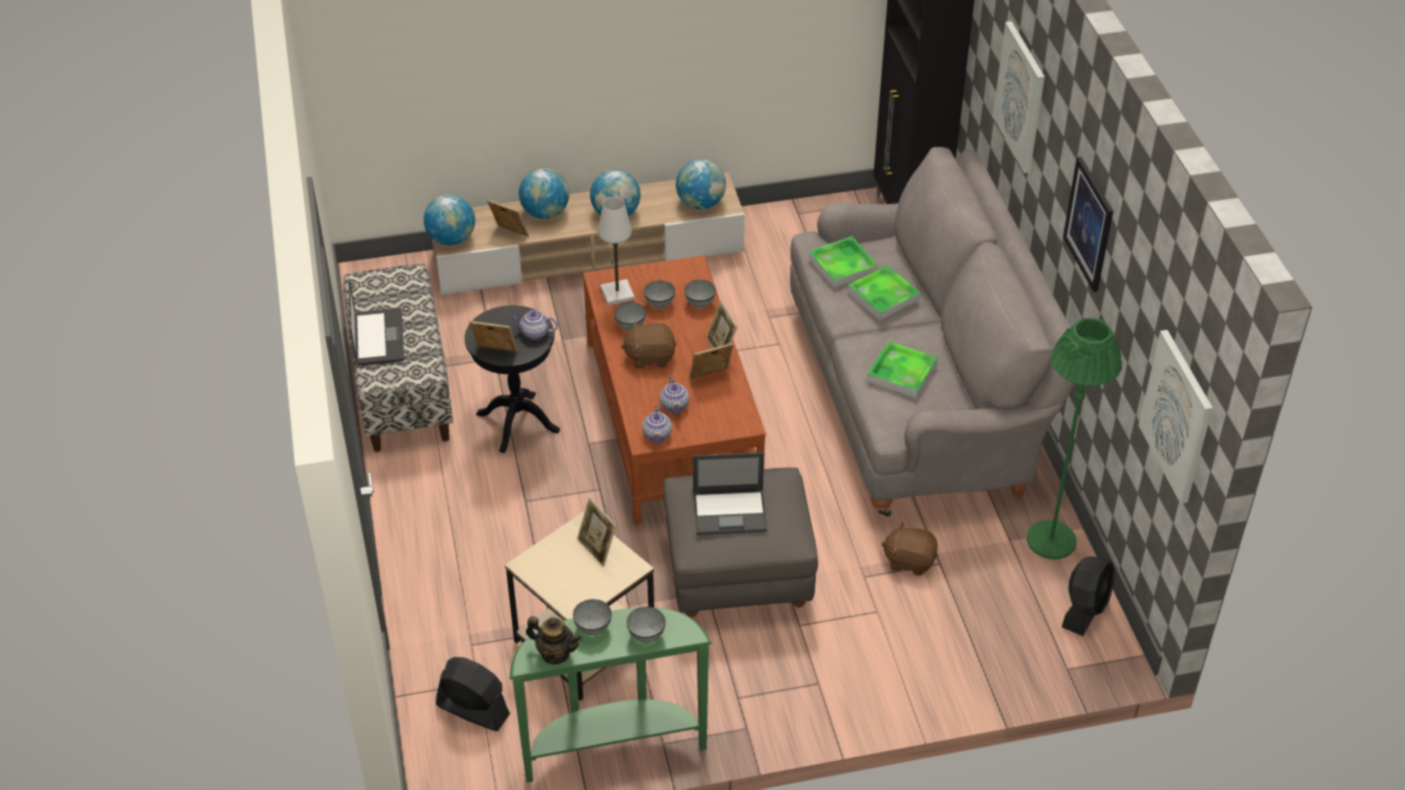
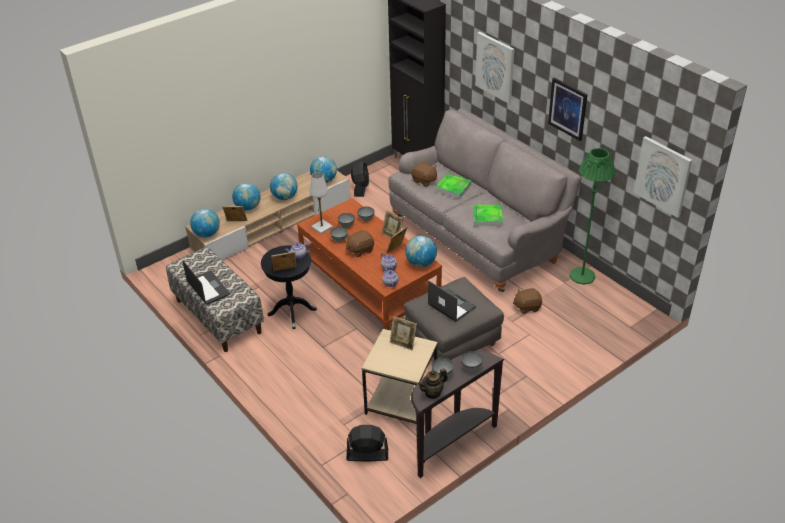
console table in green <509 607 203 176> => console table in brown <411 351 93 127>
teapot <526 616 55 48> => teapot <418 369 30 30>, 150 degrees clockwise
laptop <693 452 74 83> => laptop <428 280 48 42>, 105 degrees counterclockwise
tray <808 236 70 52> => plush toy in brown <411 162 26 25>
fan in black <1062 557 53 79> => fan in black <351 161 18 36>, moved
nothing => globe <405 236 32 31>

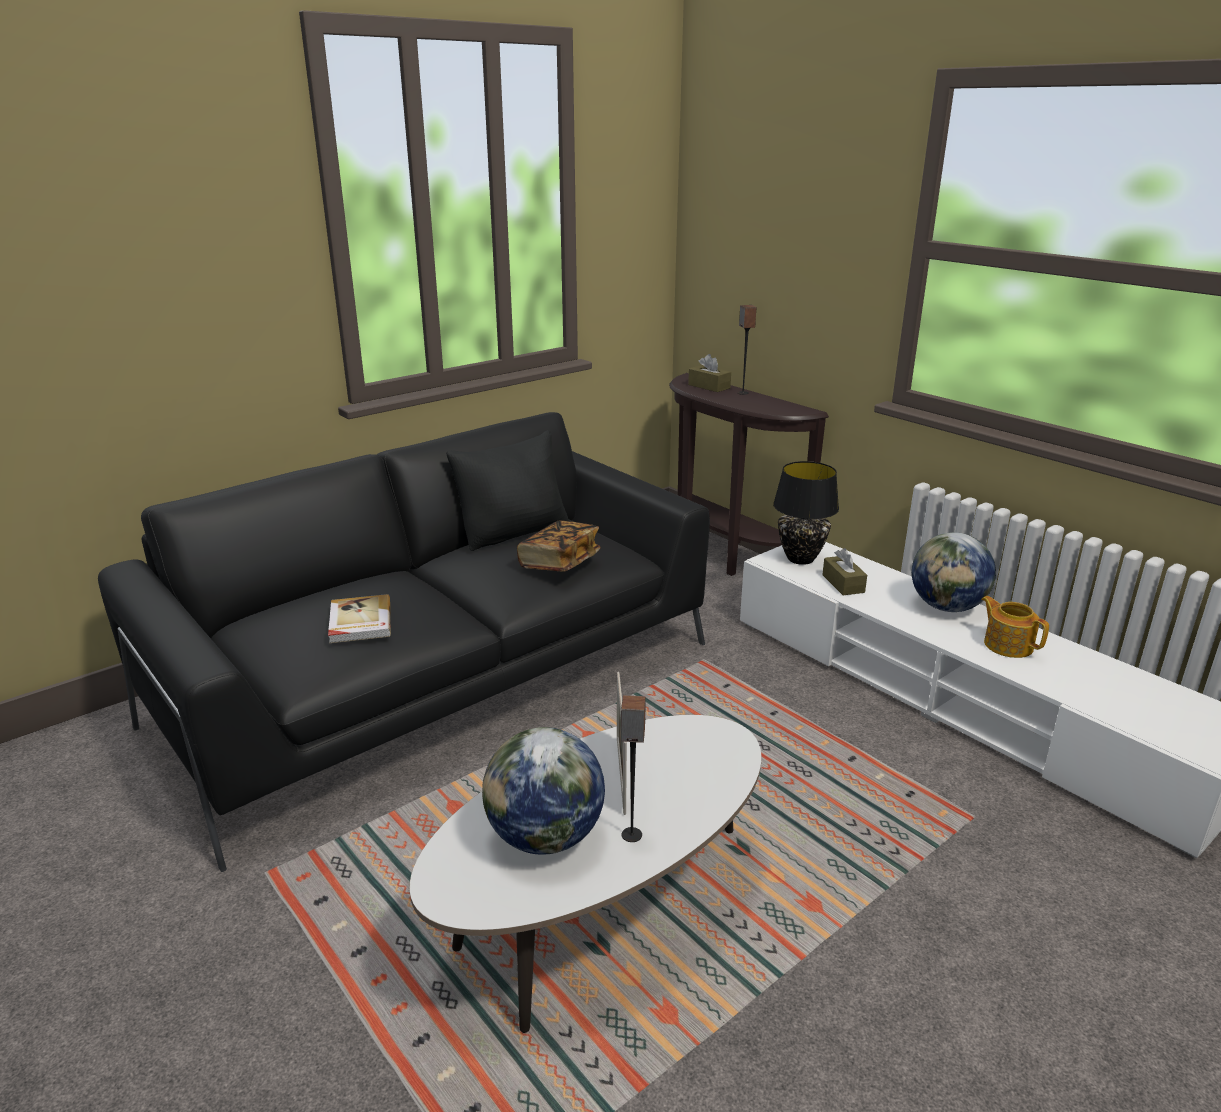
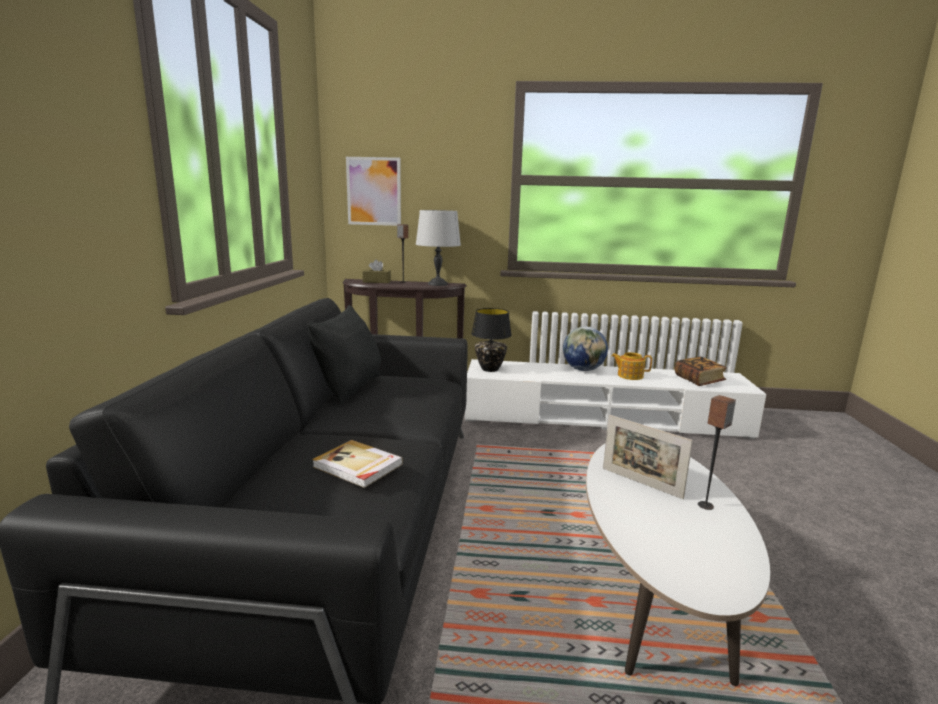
globe <482 727 123 128> => nothing
book <517 520 84 52> => book <675 357 52 29>, moved
tissue box in brown <822 548 45 47> => nothing
nothing => picture <346 157 55 69>
nothing => table lamp in grey <416 210 45 76>

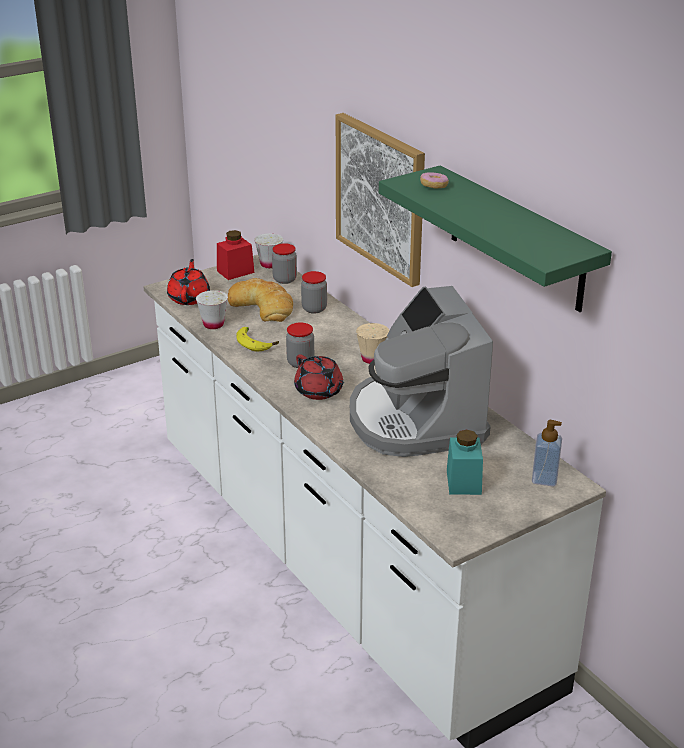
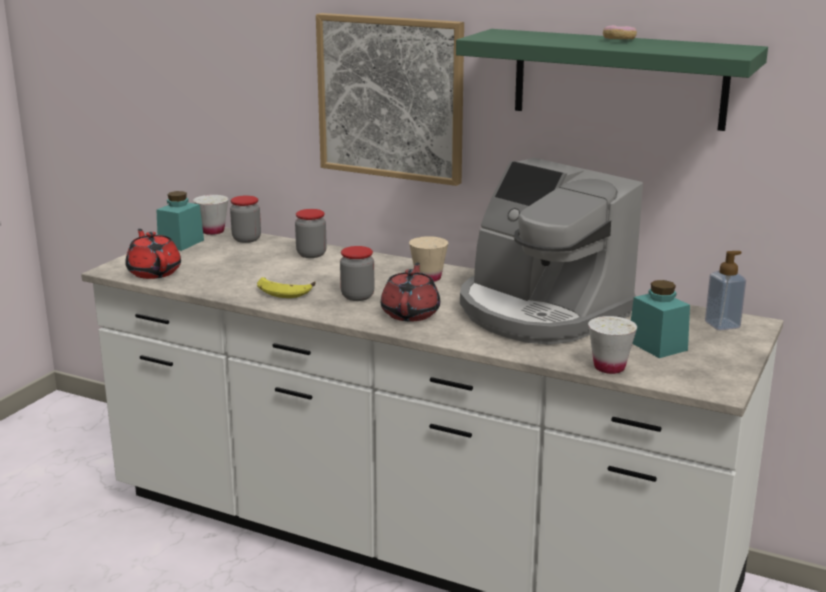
cup in white <196 290 32 39> => cup in white <588 316 49 58>, moved
jar in red <217 230 37 50> => jar in turquoise <156 191 48 60>
bread <228 278 65 44> => nothing
teapot in red <294 354 50 46> => teapot in red <381 263 59 58>, 105 degrees counterclockwise
donut <420 172 29 16> => donut <603 25 34 14>, moved

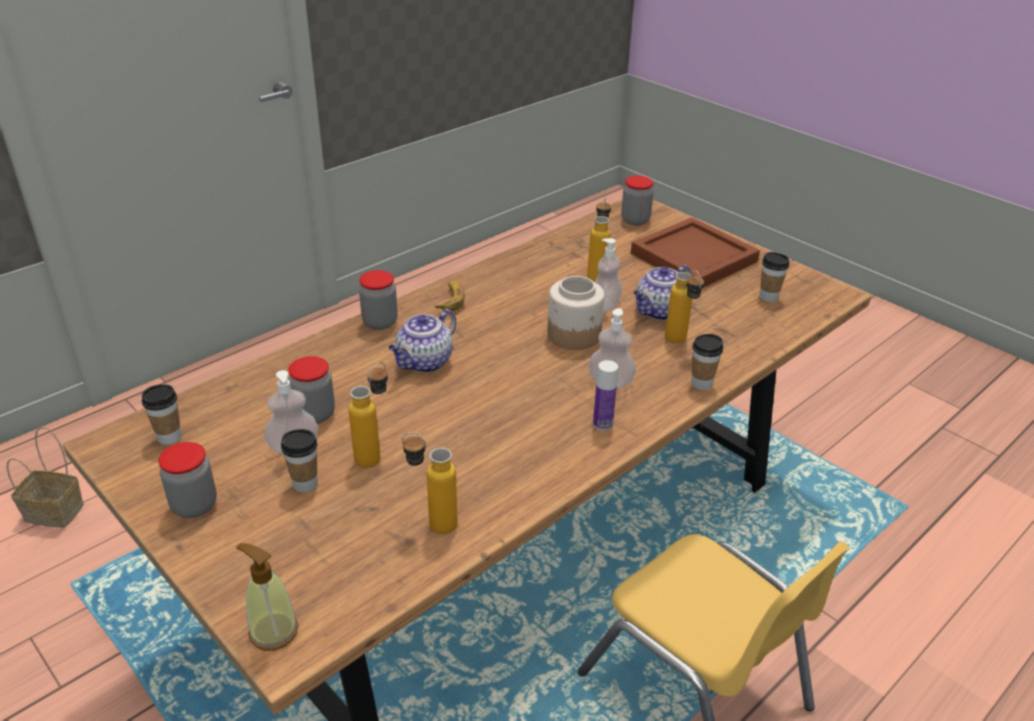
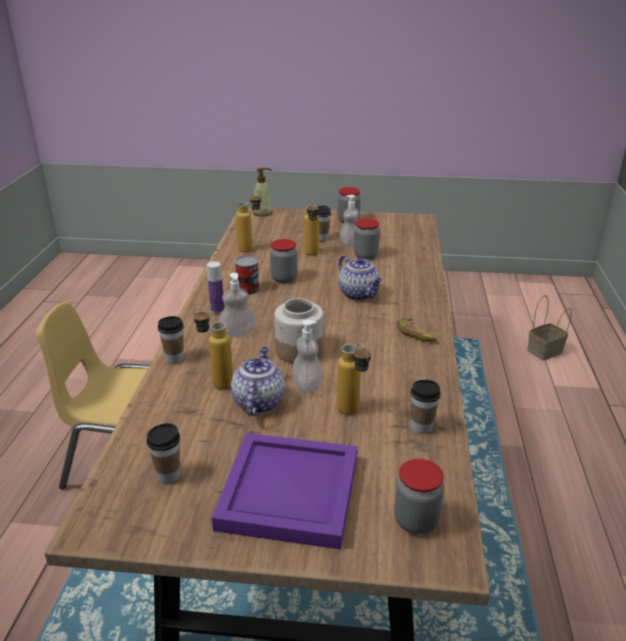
cup <142 384 39 61> => cup <411 380 30 54>, moved
jar <359 270 39 60> => jar <270 239 27 44>, moved
teapot <389 309 67 64> => teapot <339 255 43 45>, 150 degrees clockwise
tray in brown <631 217 129 70> => tray in purple <212 433 145 117>
nothing => can <235 256 25 39>

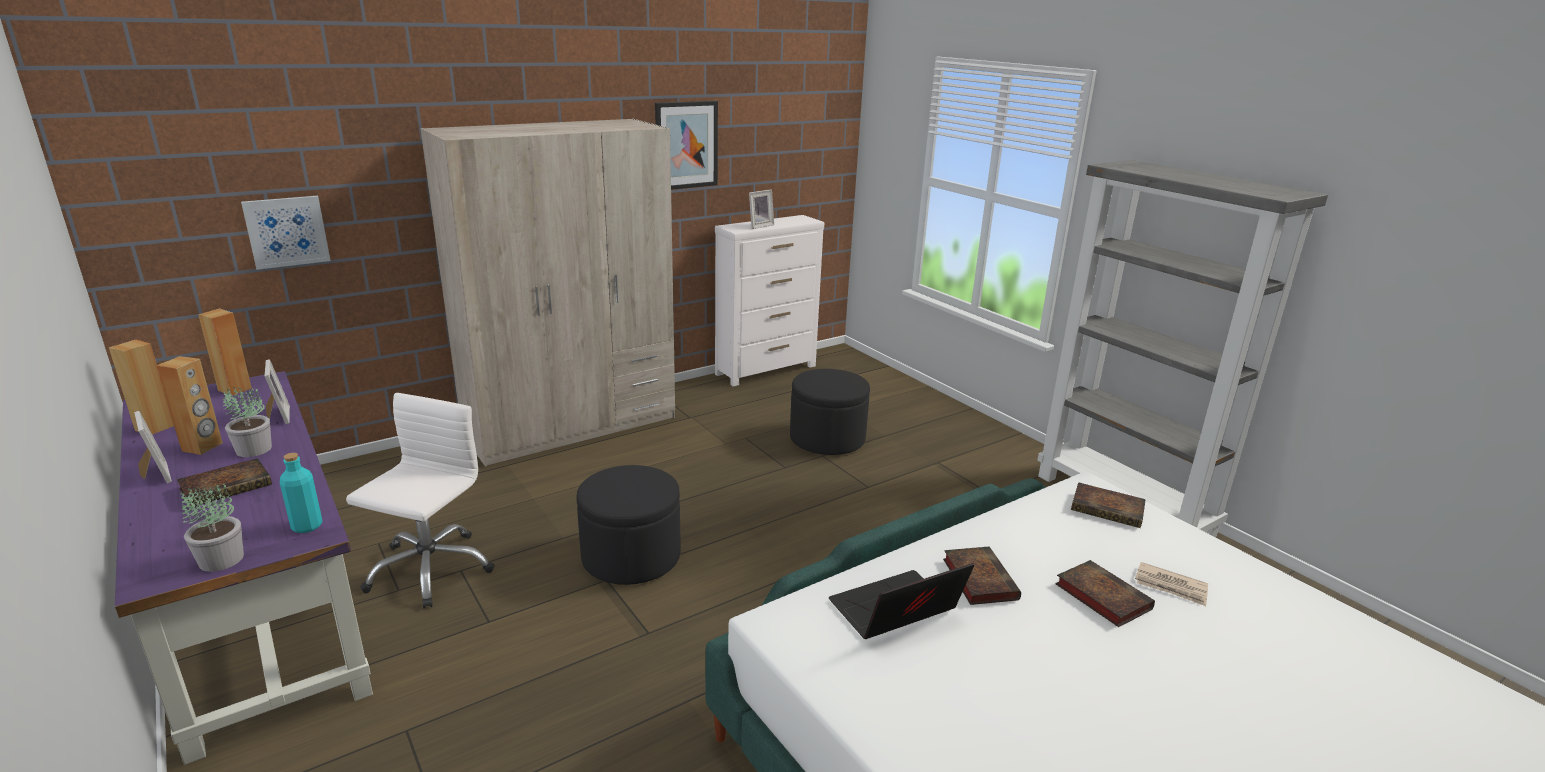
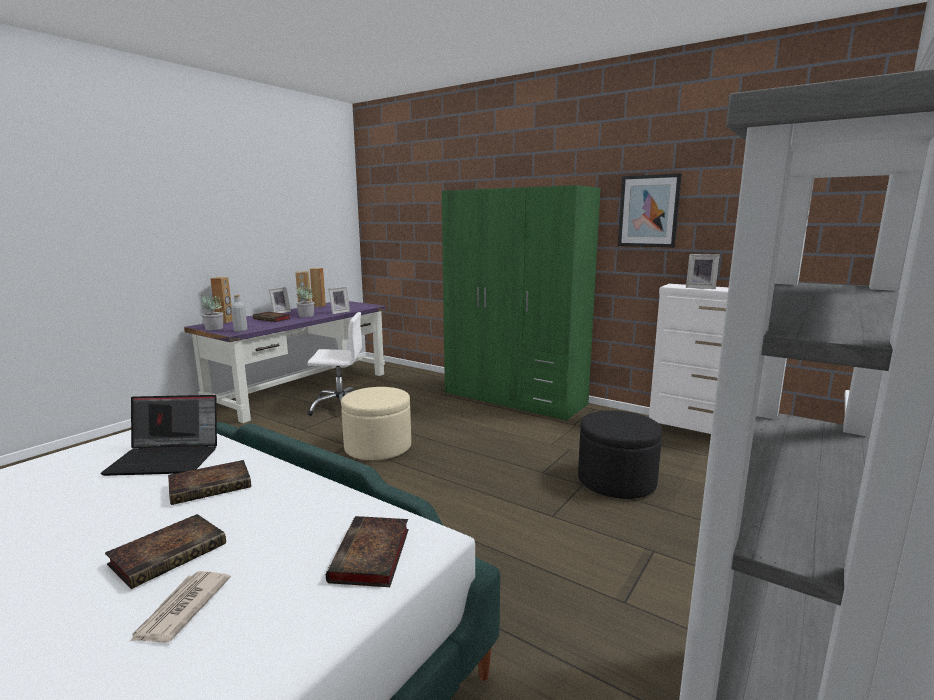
speaker in brown <198 309 54 87> => speaker in brown <210 277 23 46>, moved
picture <241 196 90 74> => nothing
bottle in turquoise <280 453 42 80> => bottle in grey <231 295 16 37>
wardrobe in beige <420 119 255 348> => wardrobe in green <442 185 159 236>
ottoman in black <576 465 105 120> => ottoman in beige <341 387 70 73>
laptop <829 563 145 76> => laptop <100 395 117 81>, 135 degrees clockwise

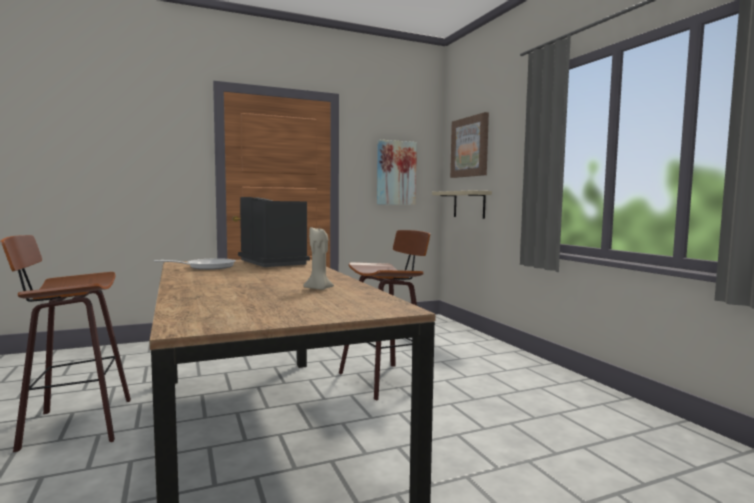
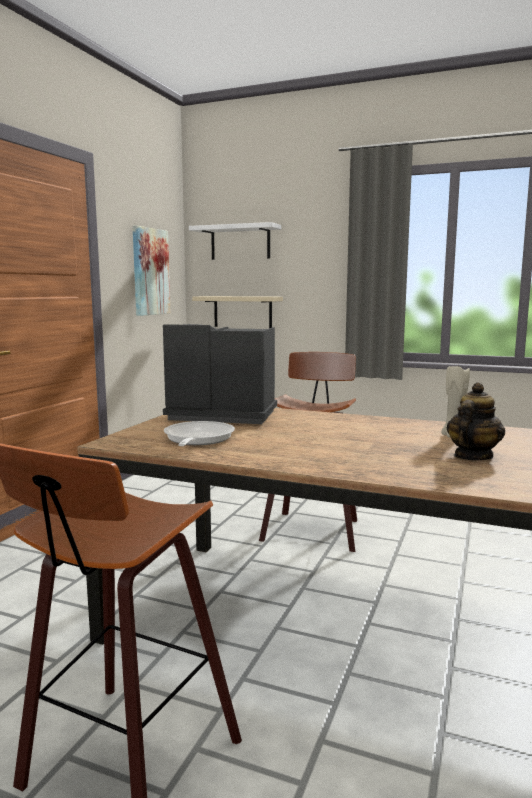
picture <450 112 39 66> => shelf in white <189 222 92 38>
nothing => teapot <447 382 58 78>

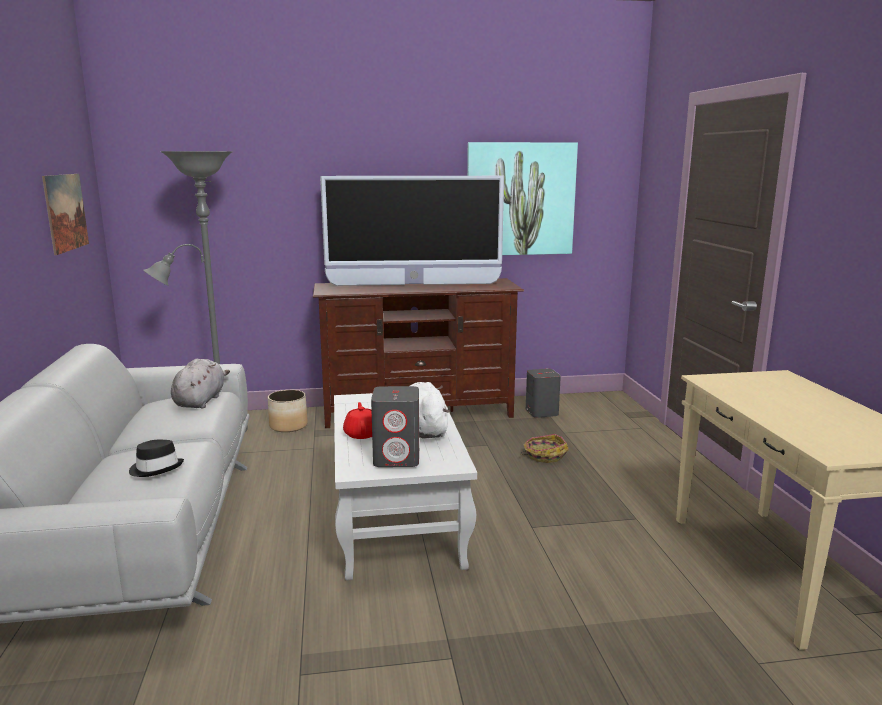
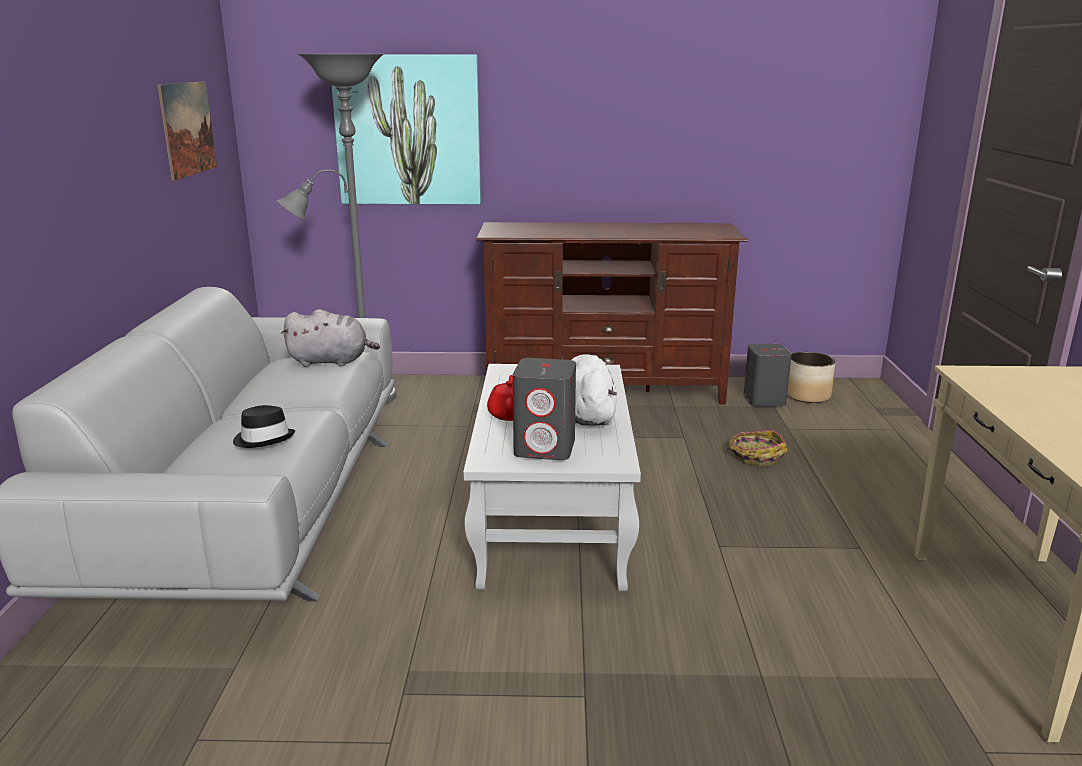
plush toy in grey <171 359 59 49> => plush toy in grey <281 309 99 58>, 75 degrees clockwise
planter <268 390 40 42> => planter <787 352 48 51>, moved
television <320 176 184 110> => nothing
picture <467 142 111 113> => picture <332 55 149 150>, moved

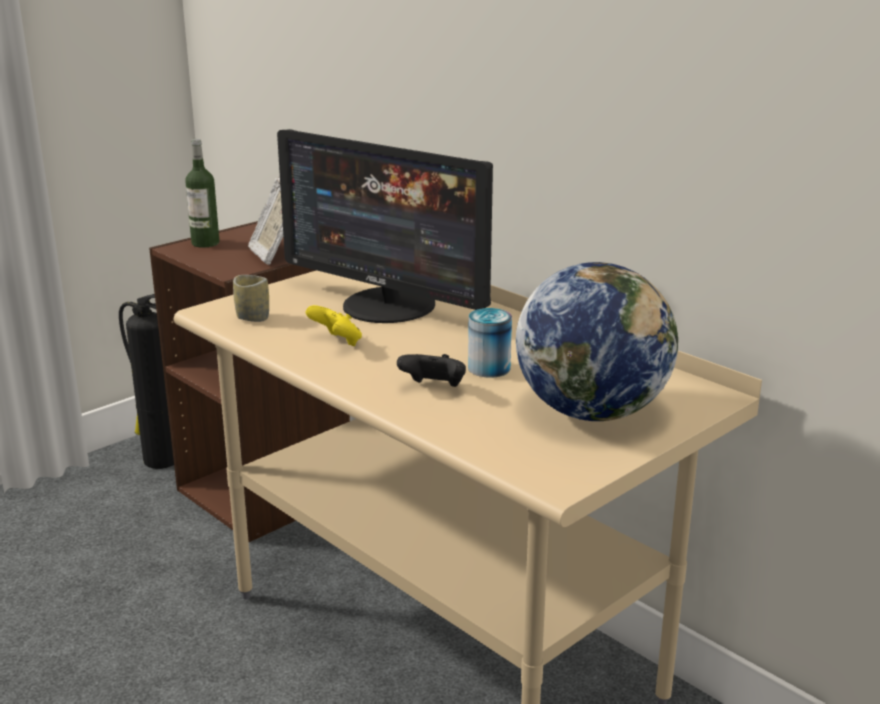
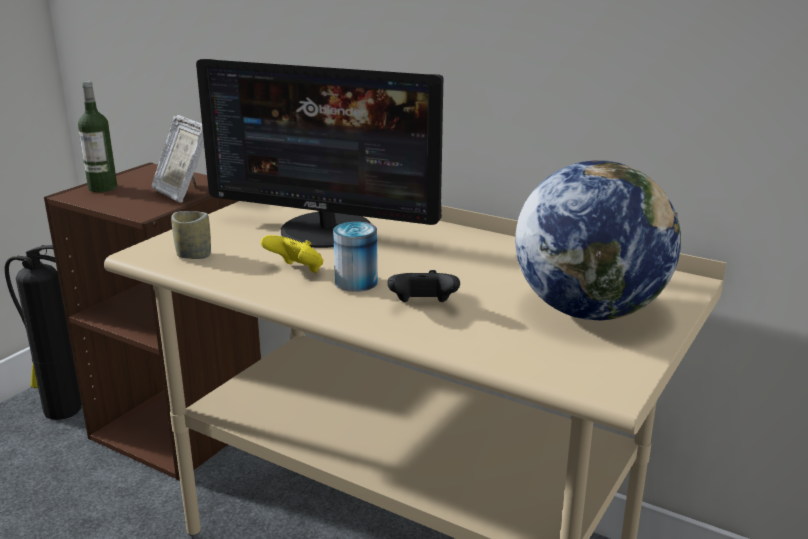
can <468 308 44 70> => can <333 222 45 70>, moved

